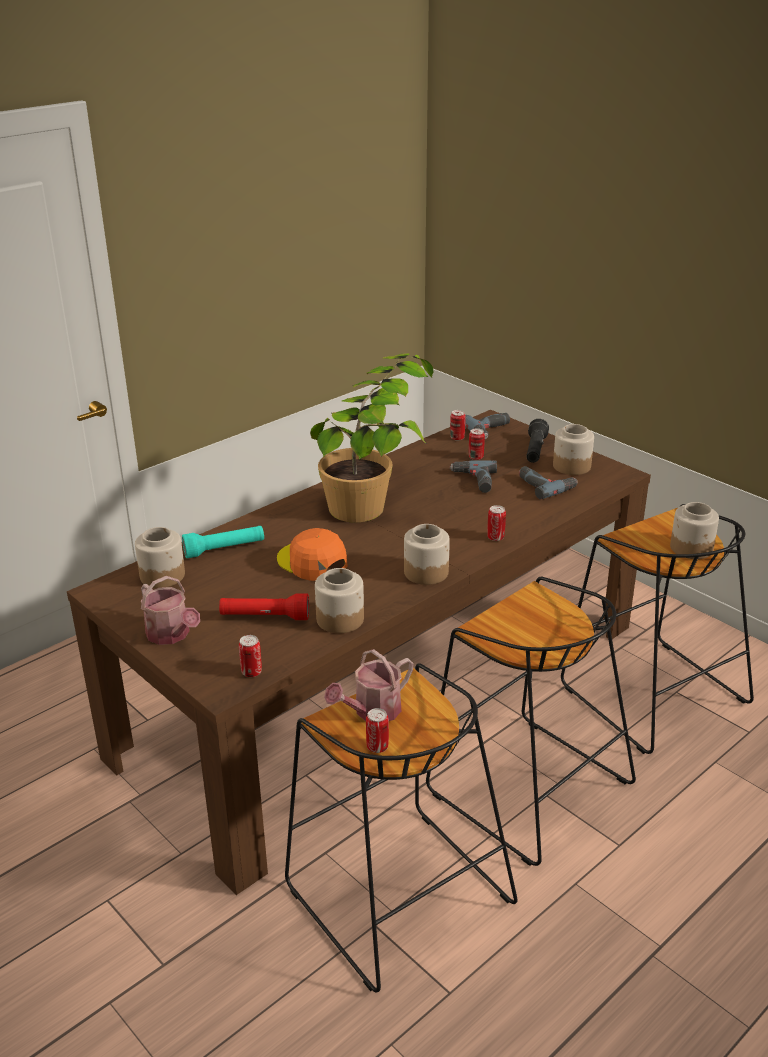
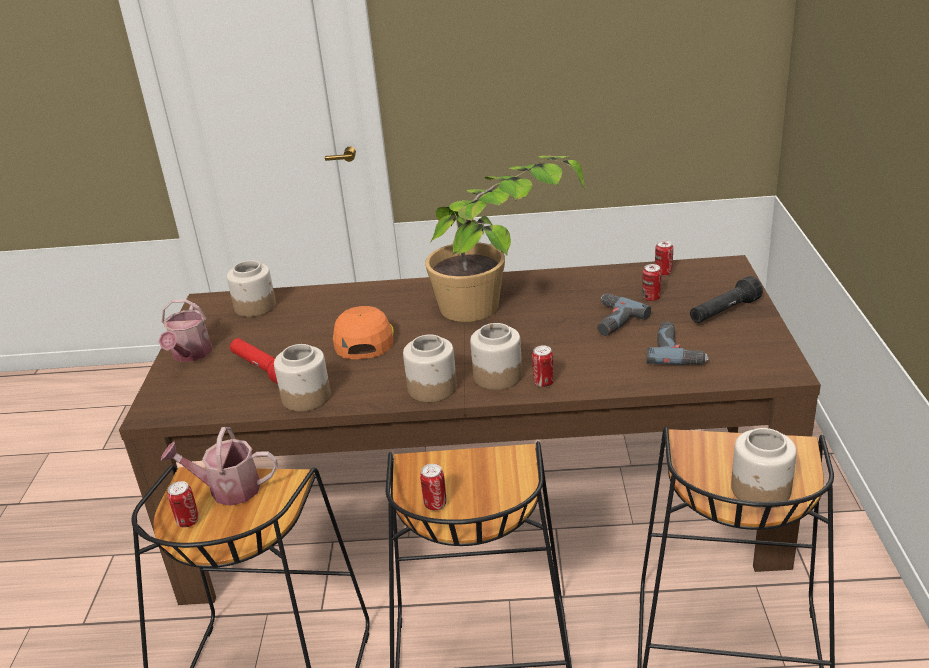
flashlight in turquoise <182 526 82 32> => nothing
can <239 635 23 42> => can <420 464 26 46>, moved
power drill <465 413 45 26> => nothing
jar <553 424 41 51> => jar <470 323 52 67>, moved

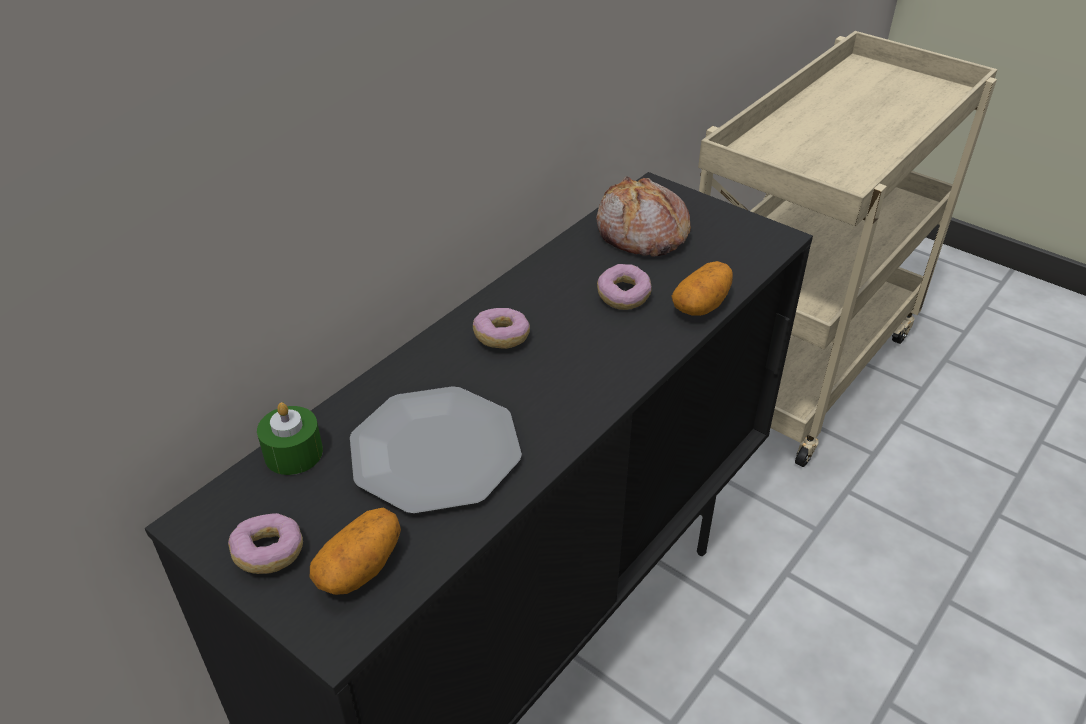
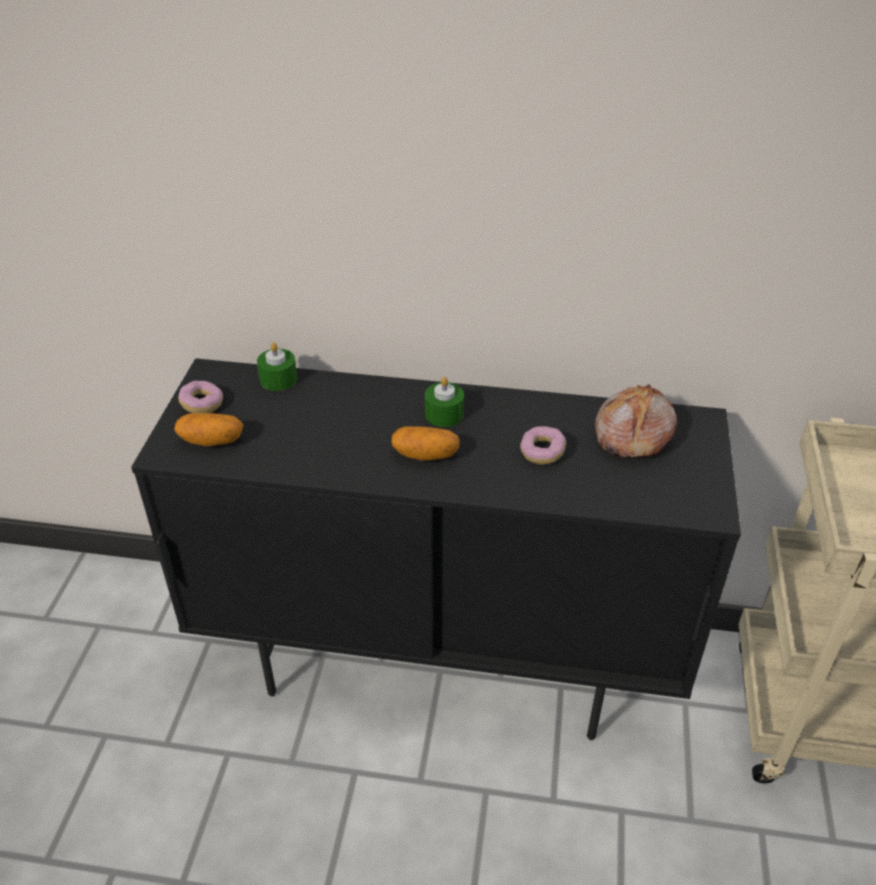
plate <350 386 172 128> => nothing
donut <473 308 57 41> => candle in green <425 377 39 50>
potato <671 261 62 55> => potato <392 426 68 35>, moved

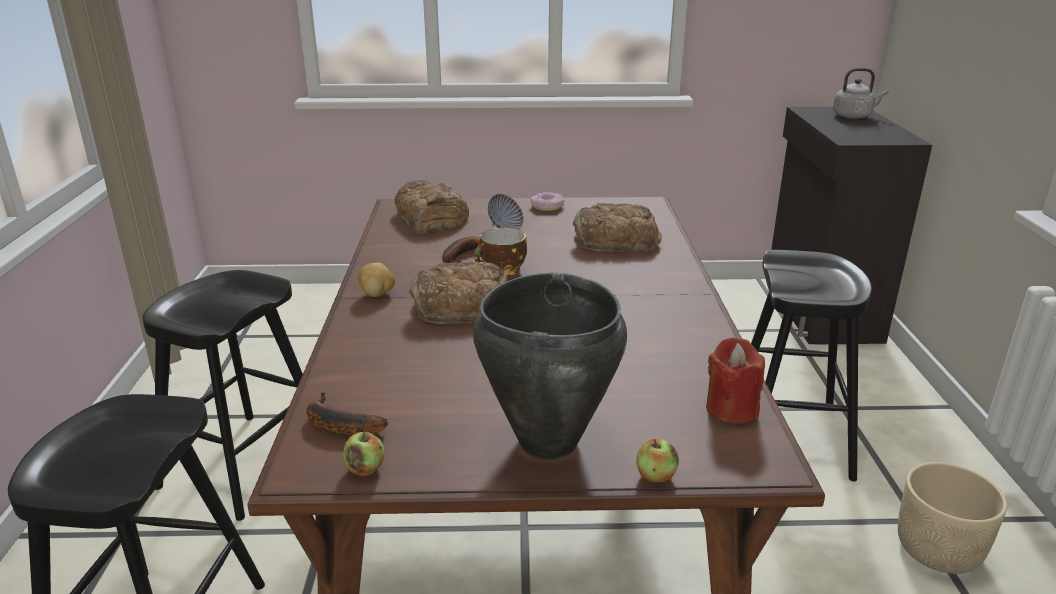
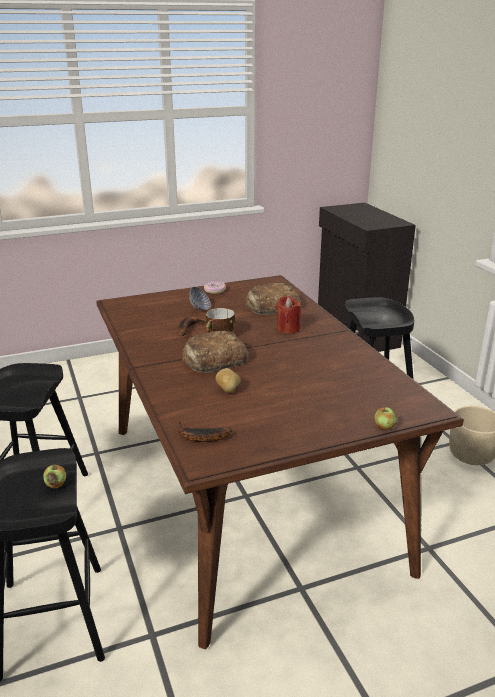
apple <343 430 41 46> => apple <43 465 23 23>, moved
potato <358 263 37 34> => potato <216 368 25 25>, moved
bread <395 180 74 53> => nothing
cooking pot in black <473 273 154 186> => nothing
candle in red <706 338 59 85> => candle in red <276 296 25 38>, moved
kettle in grey <833 68 55 51> => nothing

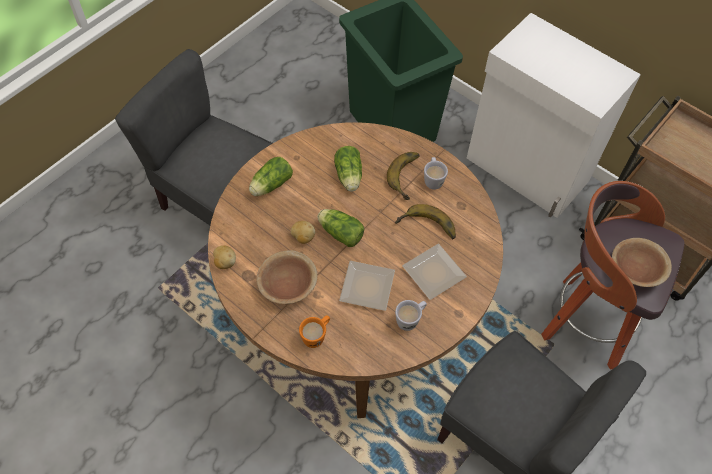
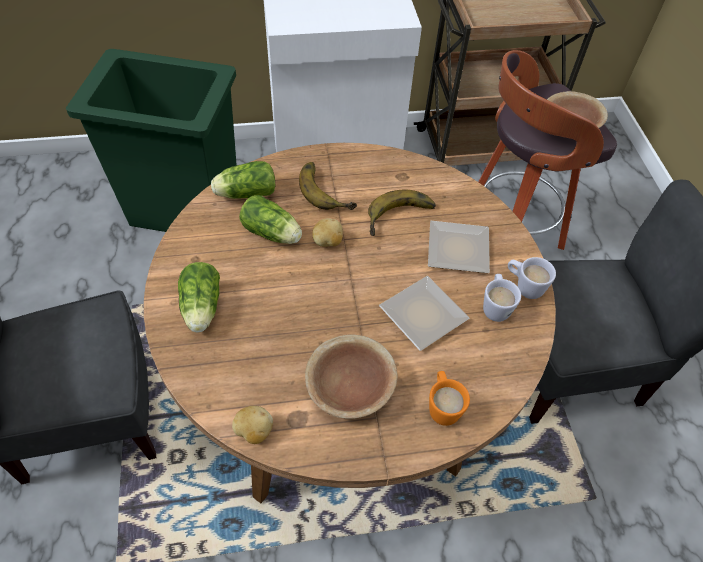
potato <291 221 24 23> => potato <312 218 31 29>, moved
lettuce <317 209 47 38> => lettuce <211 161 64 38>, moved
mug in white <424 157 24 33> => mug in white <508 257 48 42>, moved

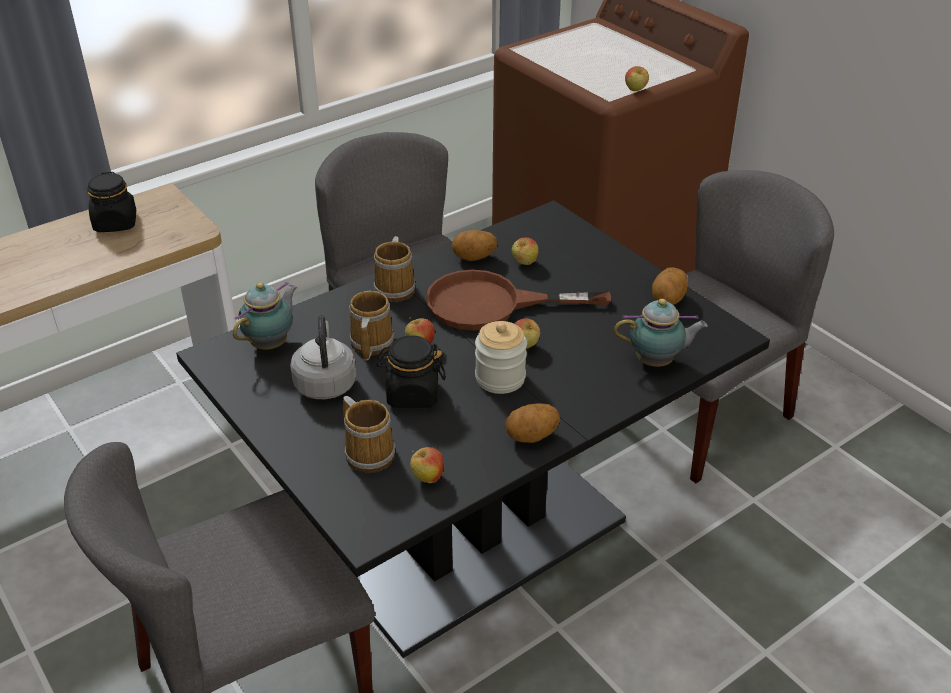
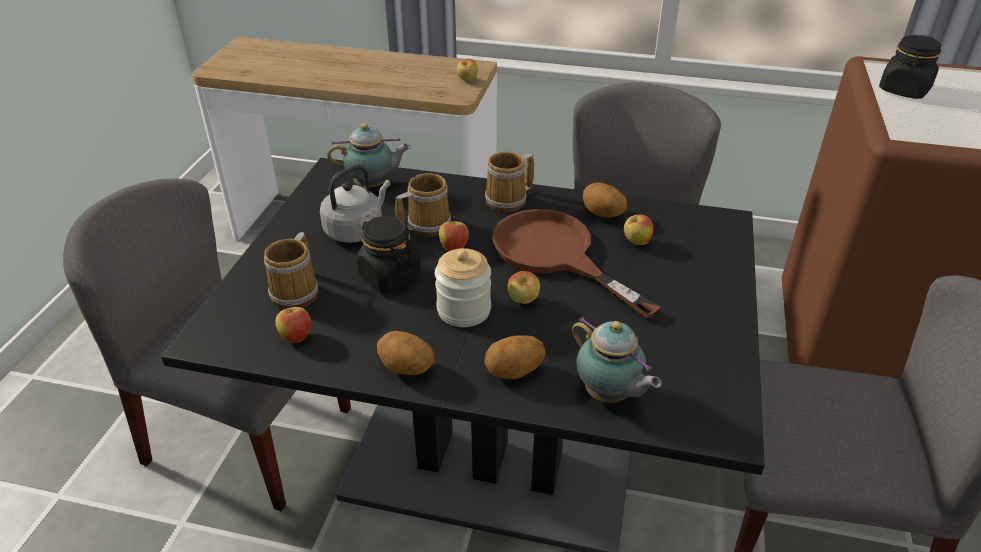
jar in black <87 172 49 60> => jar in black <879 35 62 64>, moved
apple <625 66 24 25> => apple <457 58 21 23>, moved
potato <652 268 36 37> => potato <484 335 62 44>, moved

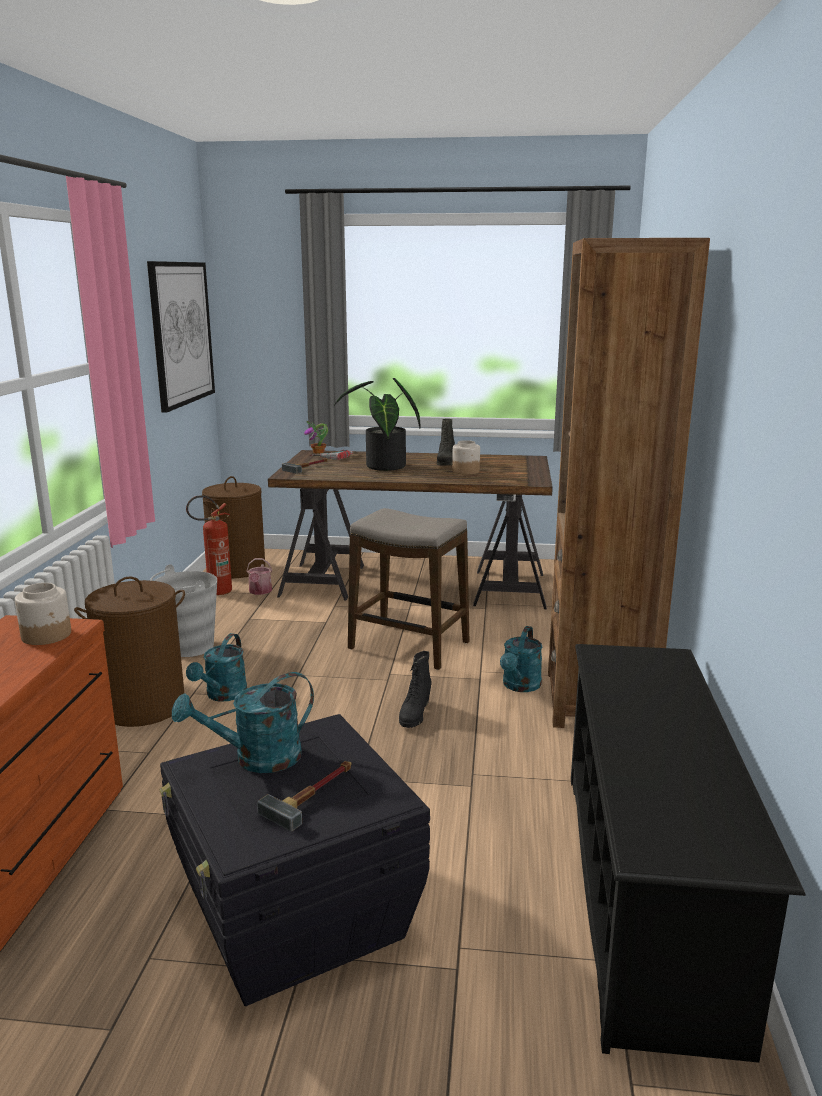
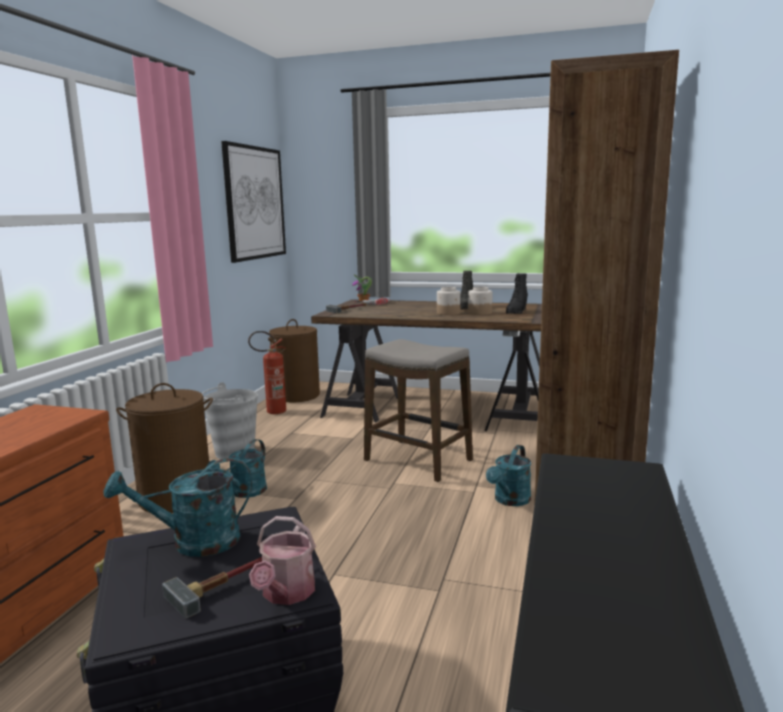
jar <15 583 56 62> => jar <437 287 23 28>, moved
watering can <246 558 26 37> => watering can <249 516 67 89>, moved
potted plant <334 378 87 93> => nothing
boot in black <399 651 33 77> => boot in black <506 273 22 41>, moved

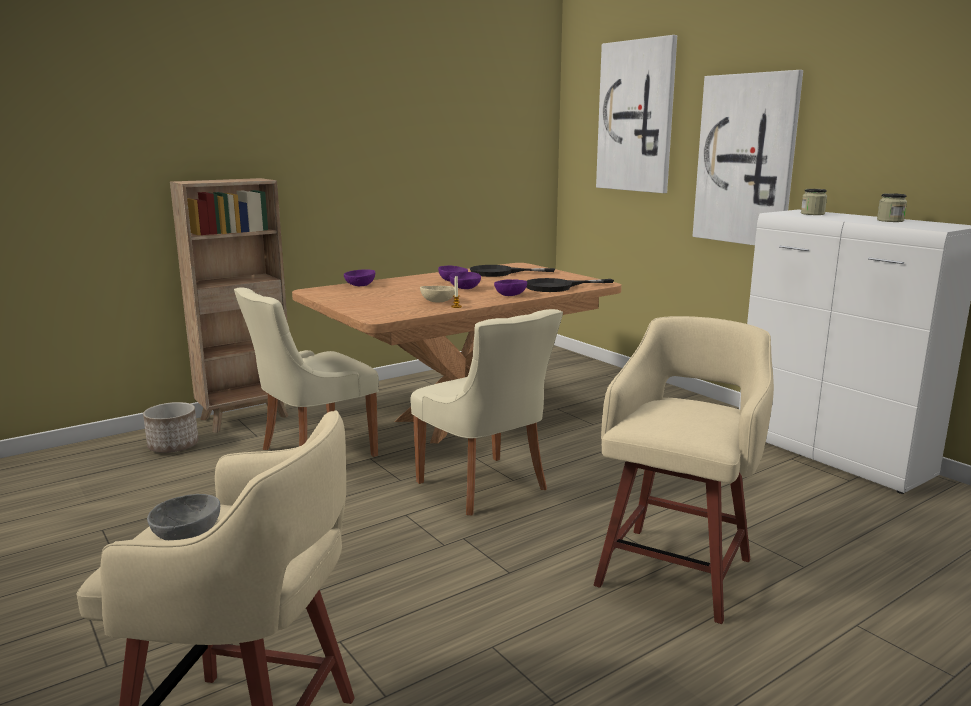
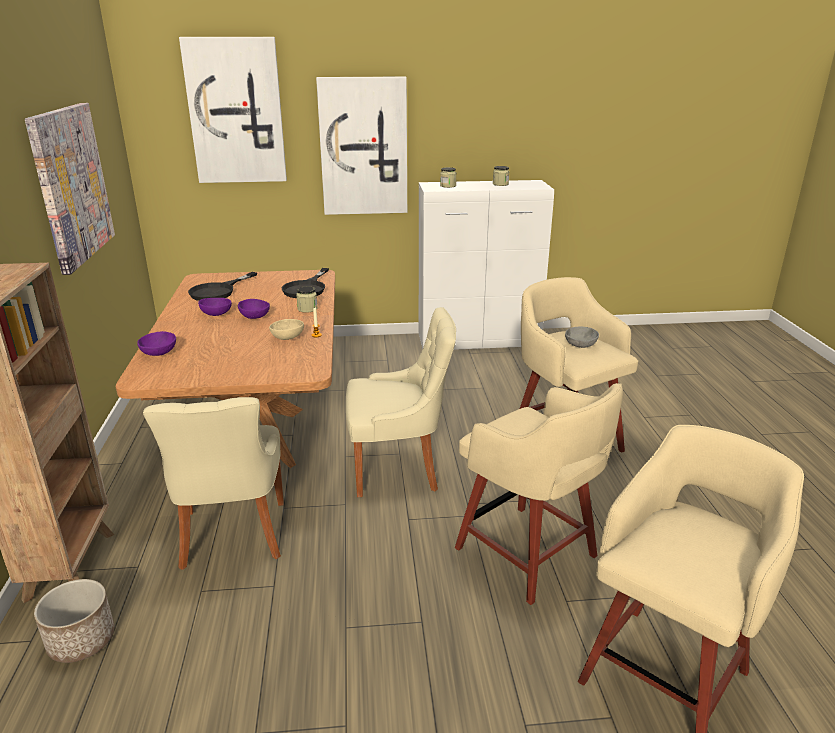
bowl in grey <147 494 73 46> => bowl in grey <565 327 34 21>, moved
bowl in purple <494 279 33 17> => jar <296 286 22 27>
nothing => picture <25 103 90 172>
nothing => stool in beige <455 383 168 222>

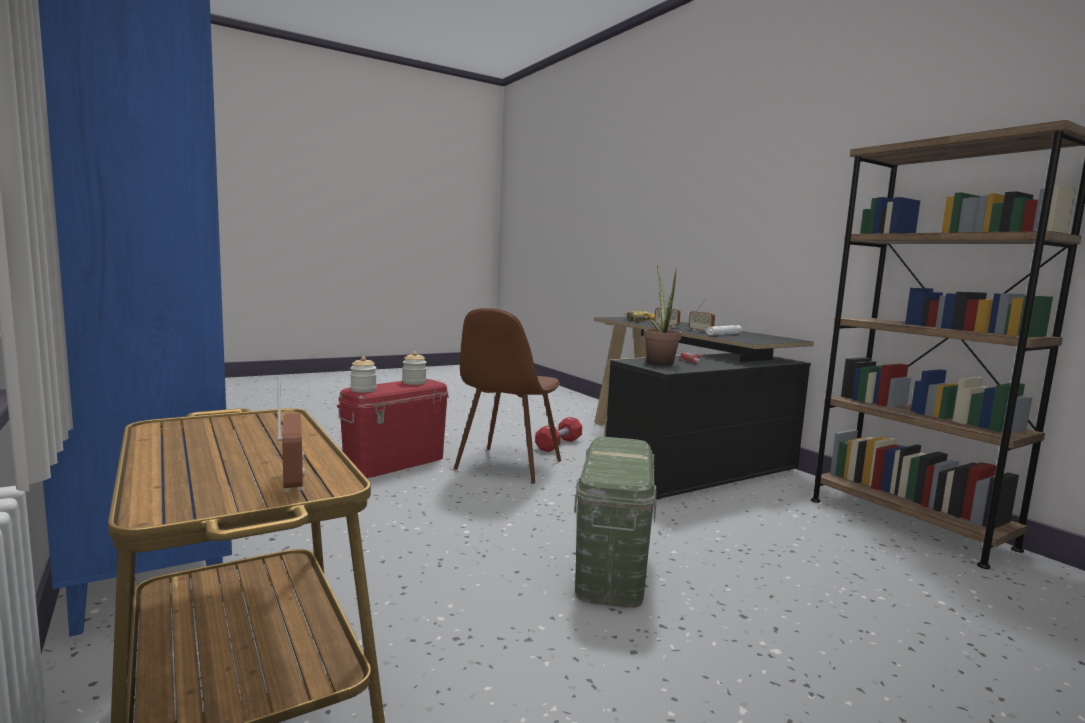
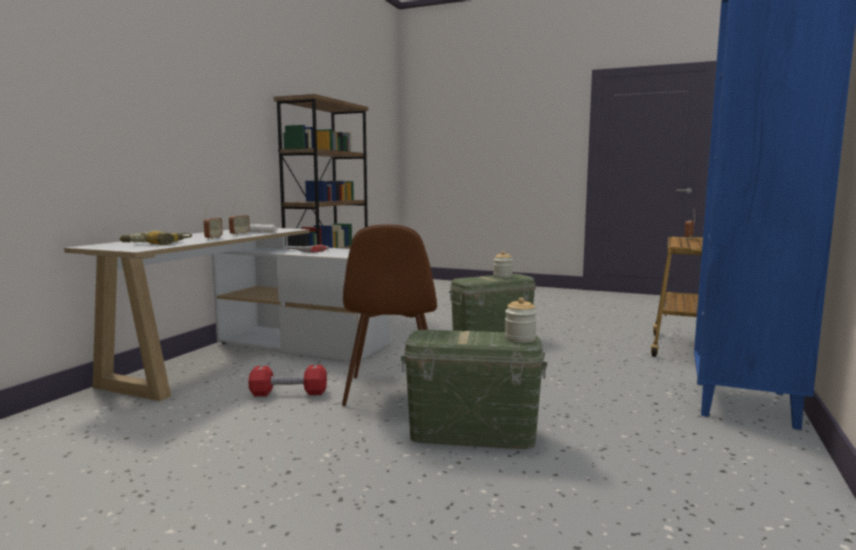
storage box in red <337 379 112 99> => storage box in green <401 330 146 119>
jar <403 351 24 34> => jar <493 251 20 27>, moved
chair in brown <454 308 107 176> => chair in brown <342 224 95 182>, 105 degrees clockwise
desk in black <594 317 220 183> => desk in white <64 228 326 173>
potted plant <643 265 39 101> => nothing

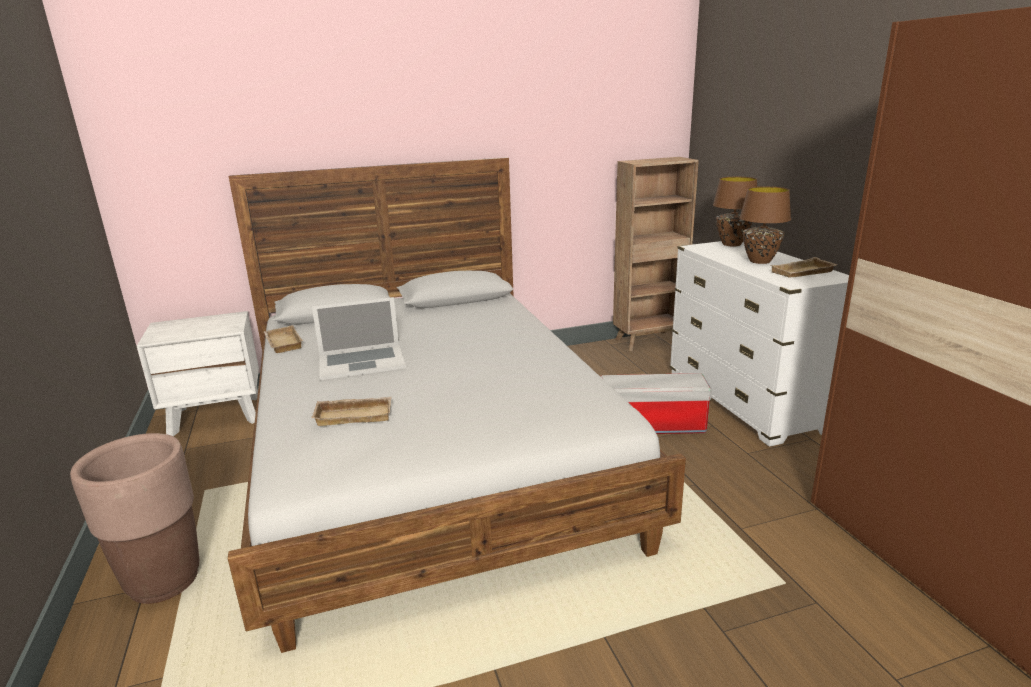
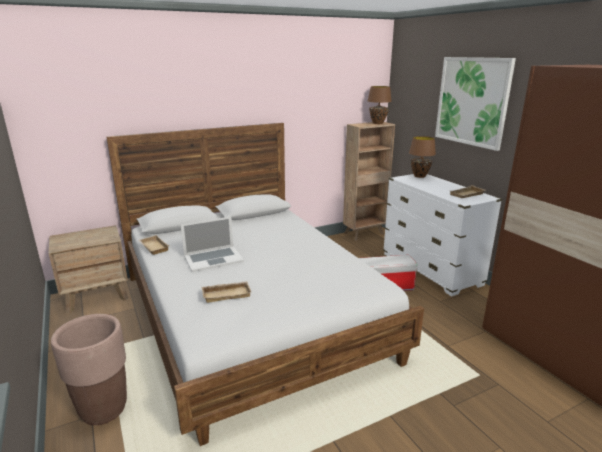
nightstand in white <137 311 122 125> => nightstand in brown <49 225 79 88>
table lamp in brown <739 186 52 78> => table lamp in brown <368 86 24 38>, moved
nothing => picture <435 57 81 94>

